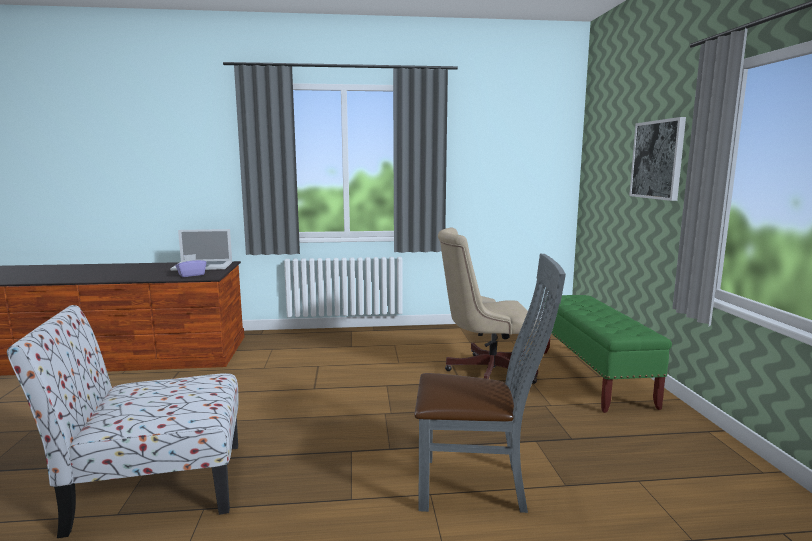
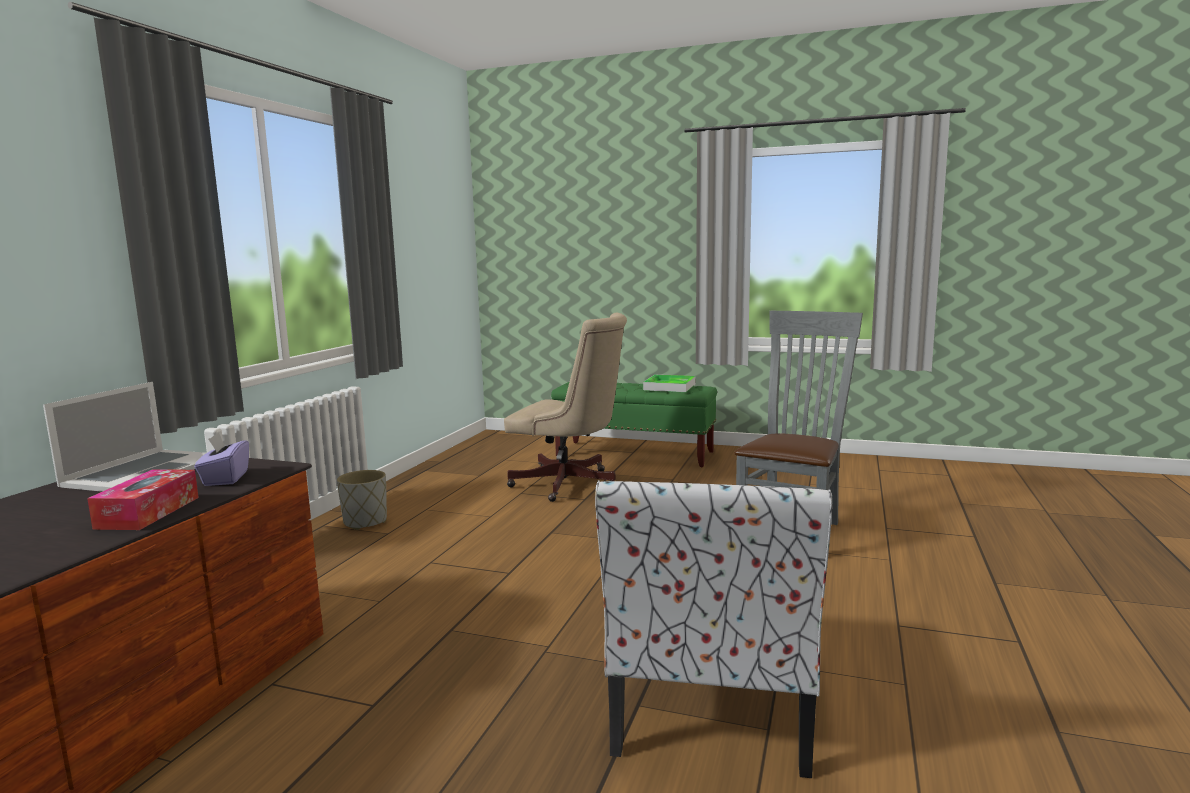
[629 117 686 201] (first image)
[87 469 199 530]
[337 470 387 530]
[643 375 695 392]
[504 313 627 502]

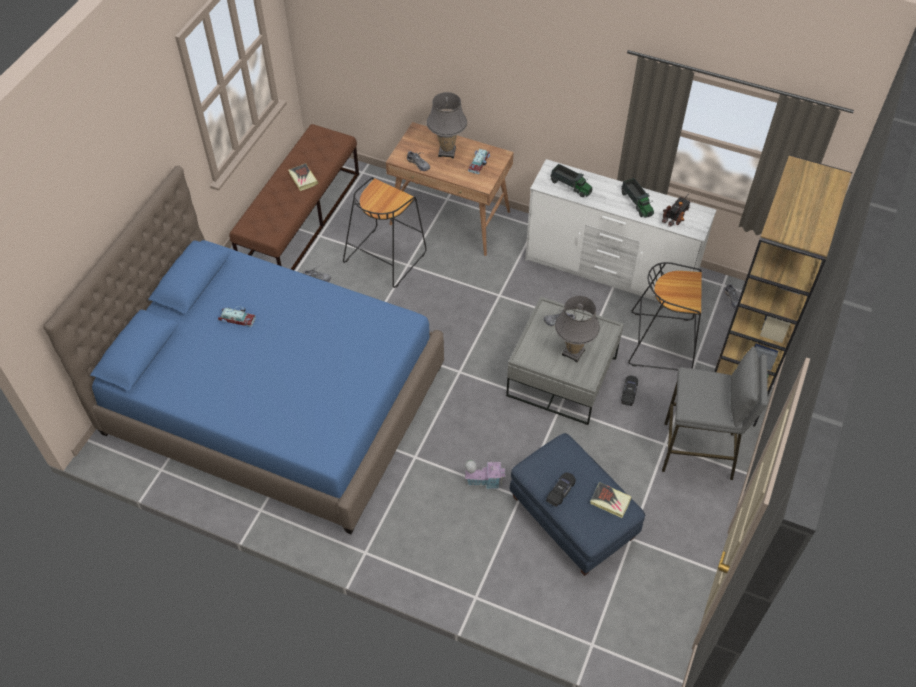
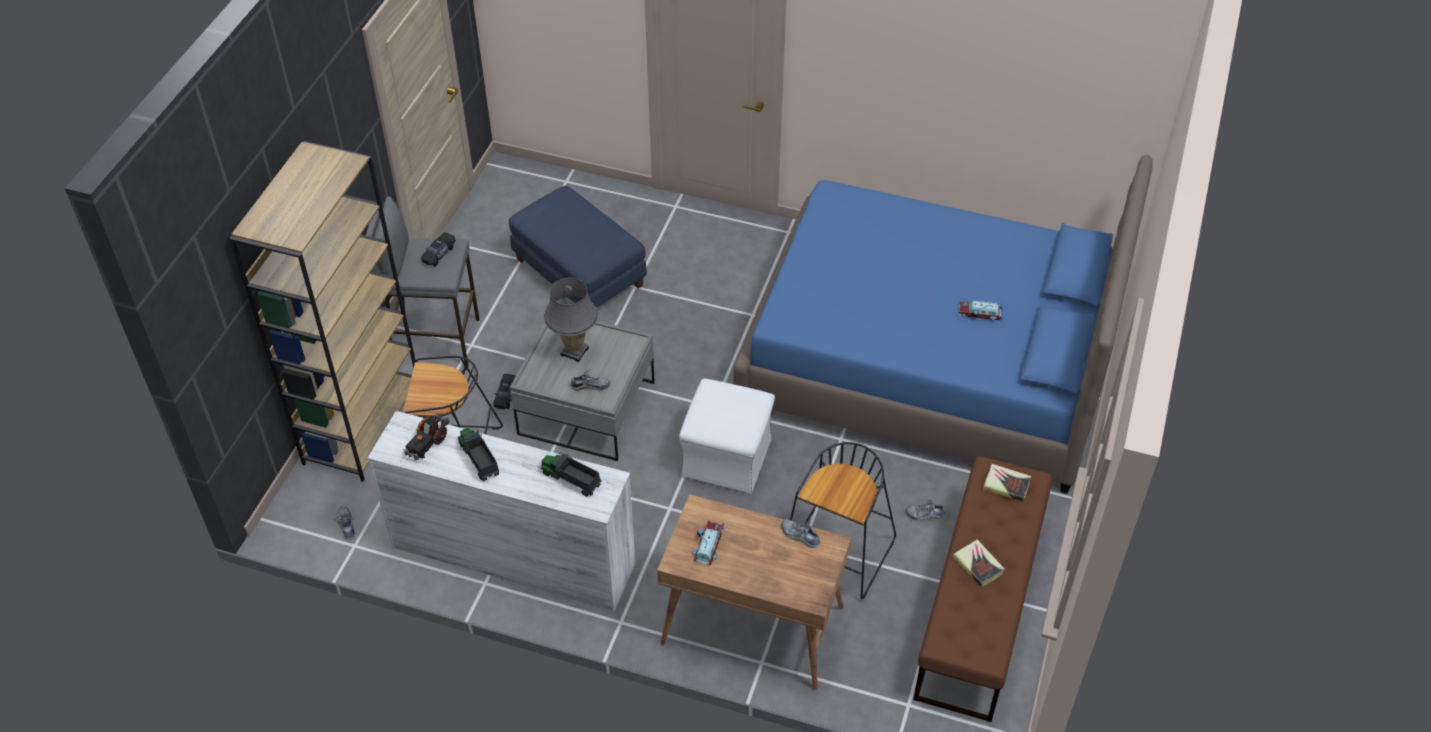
[427 92 467 158] (first image)
[465 460 506 489] (first image)
[679 378 775 494]
[421 232 456 267]
[982 464 1031 502]

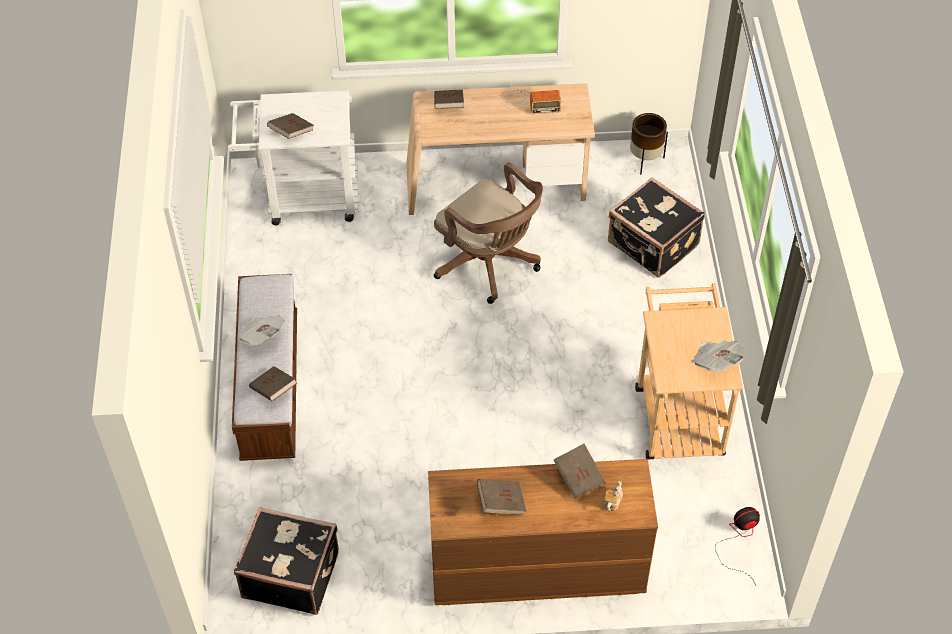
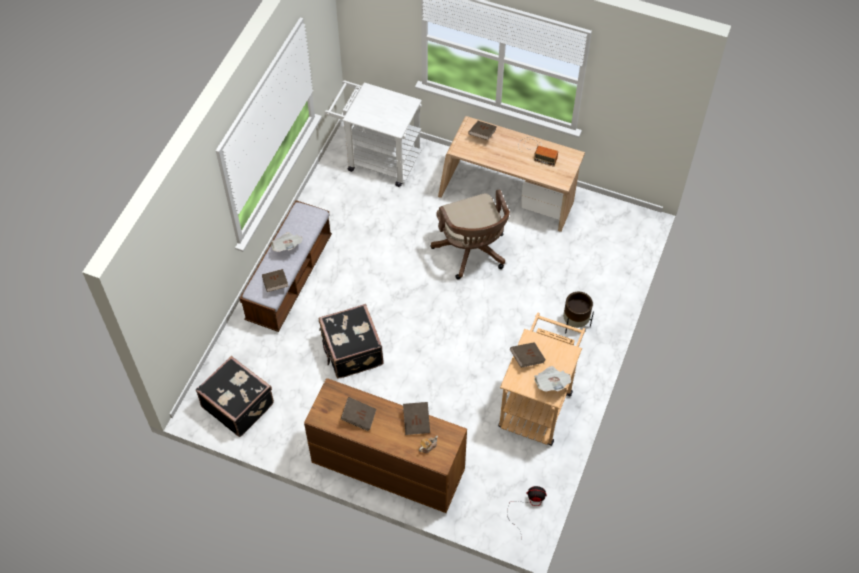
[510 342 546 368]
[319 304 384 378]
[563 292 594 334]

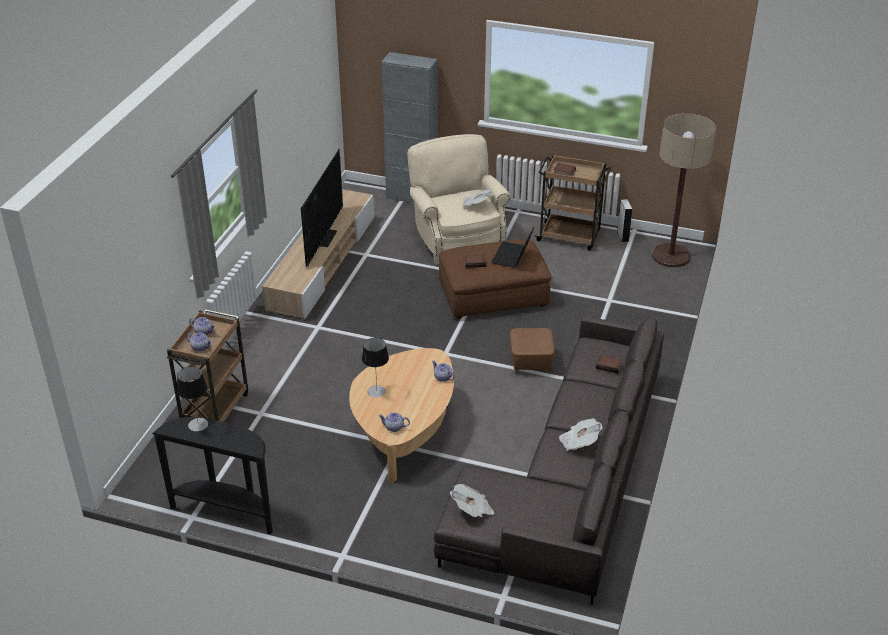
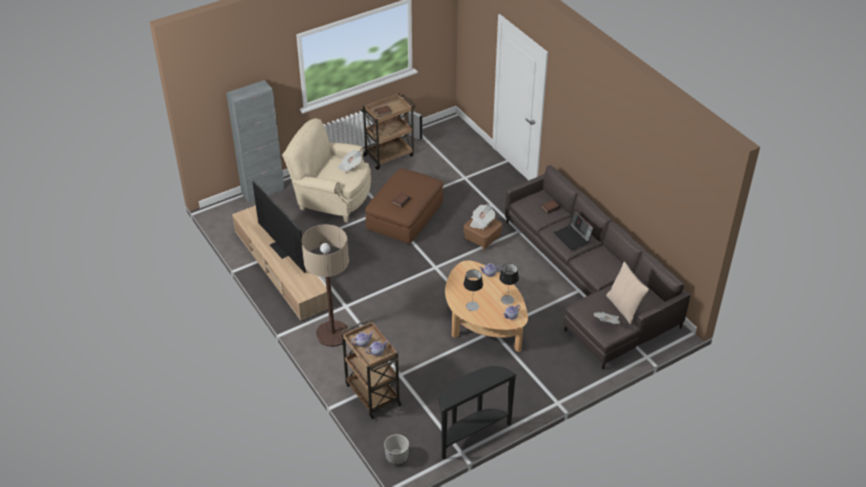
[384 434 409 465]
[606 261 649 324]
[499 263 519 305]
[553 210 594 251]
[470 204 495 229]
[302 224 349 347]

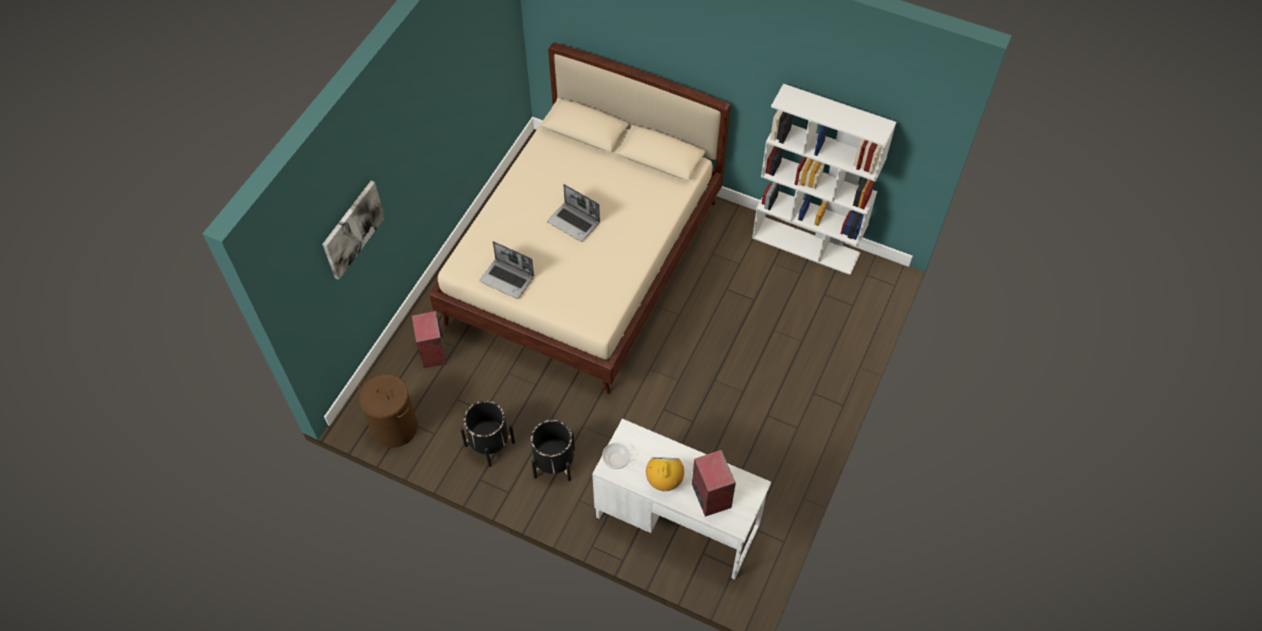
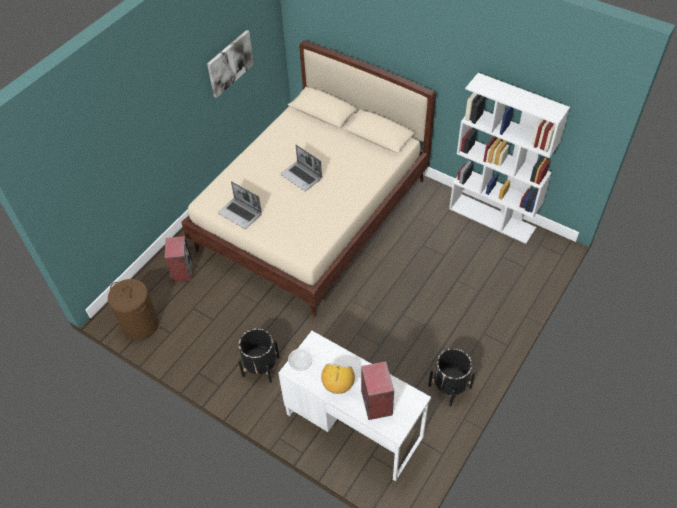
[207 30 254 98]
[428 348 475 406]

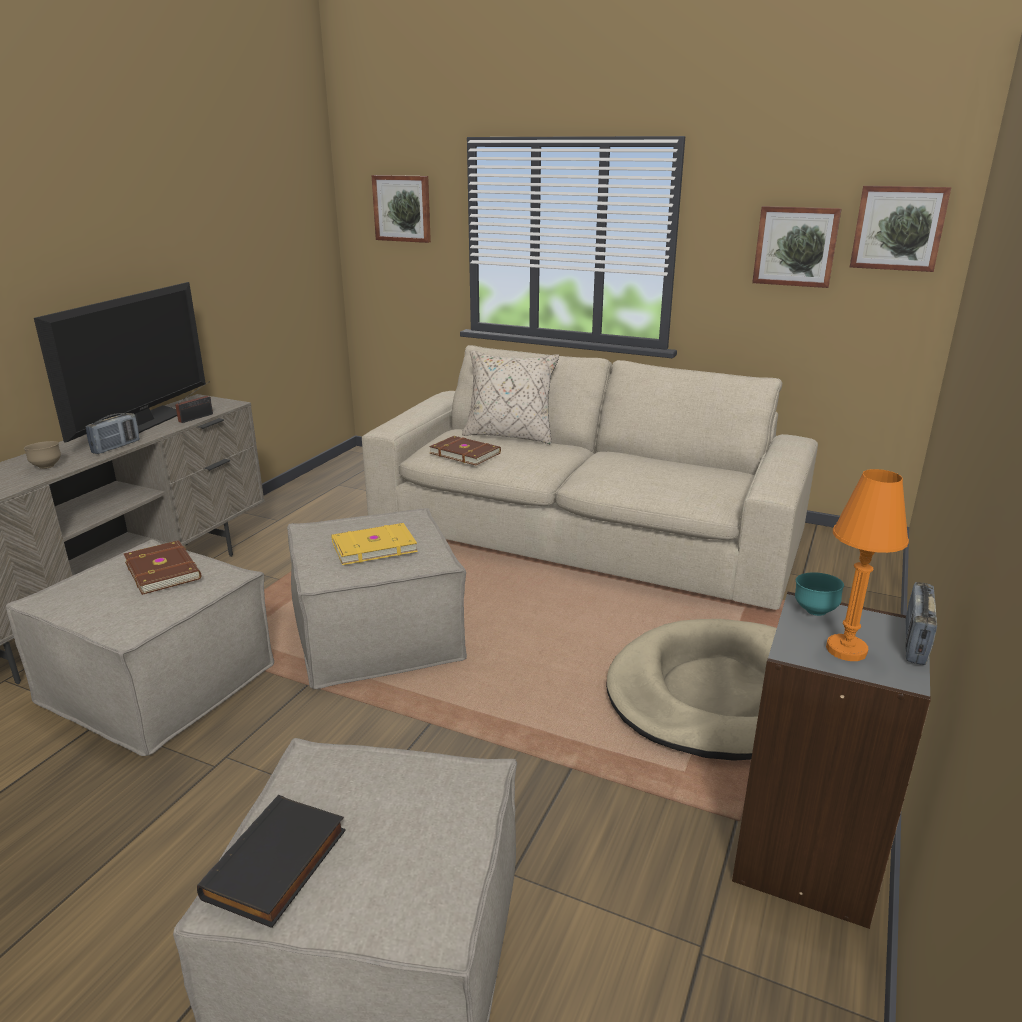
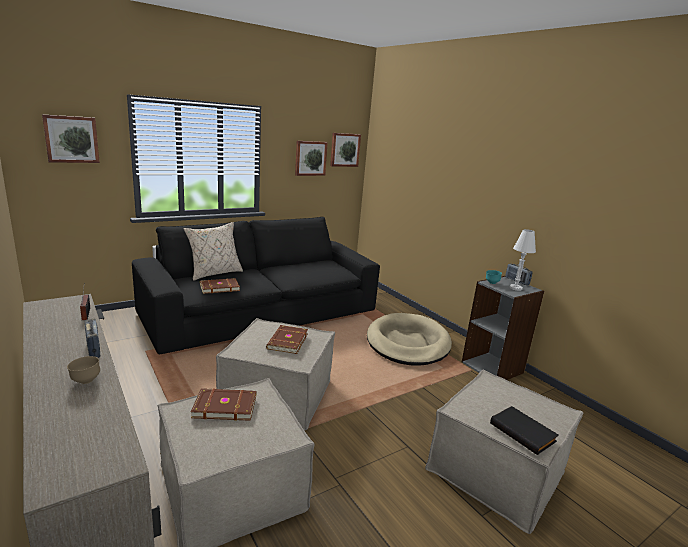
[34 282 206 443] (first image)
[266 325 308 354]
[132 217 380 354]
[509 229 536 291]

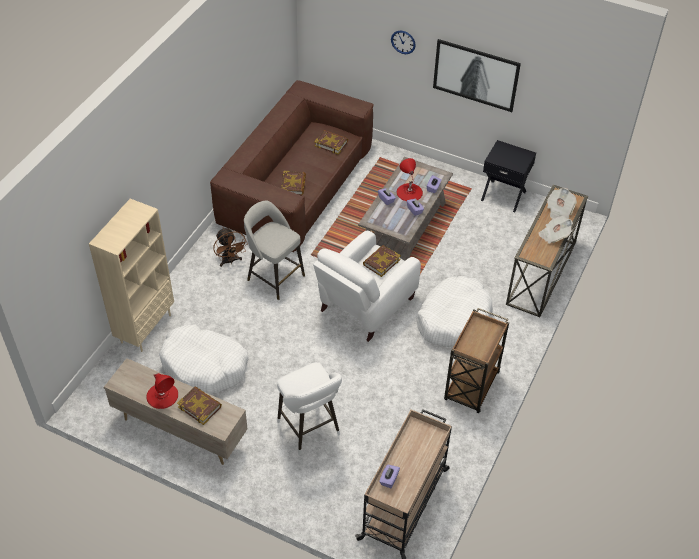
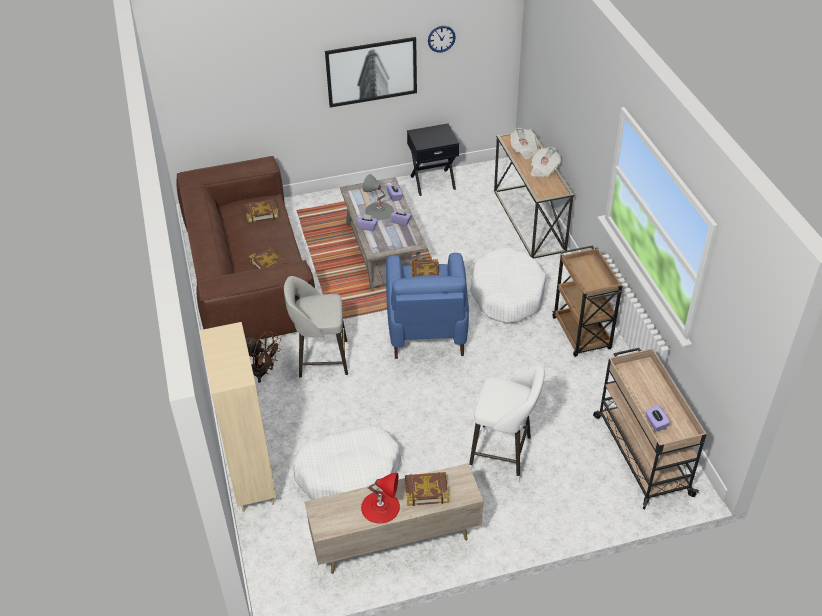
[428 26 456 52]
[386 253 469 359]
[363 174 394 220]

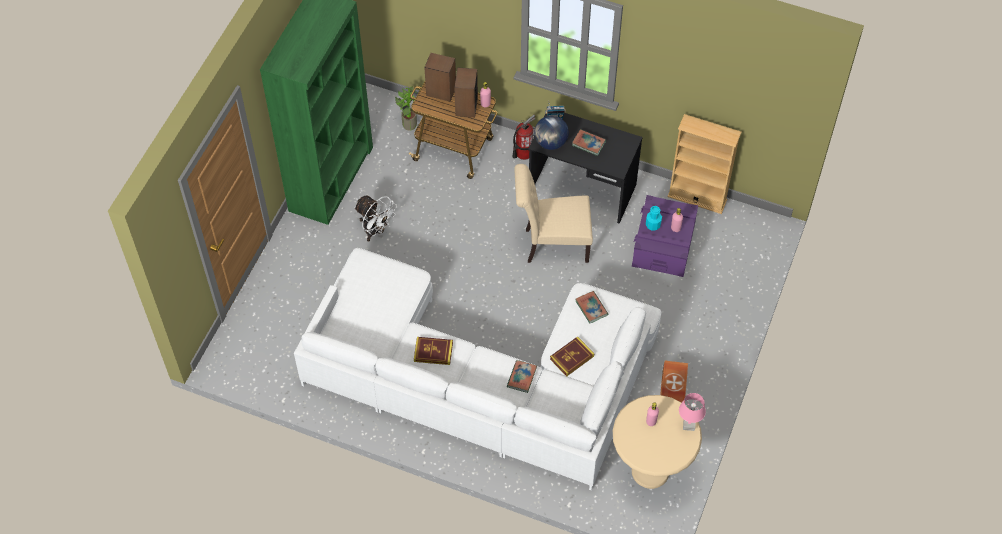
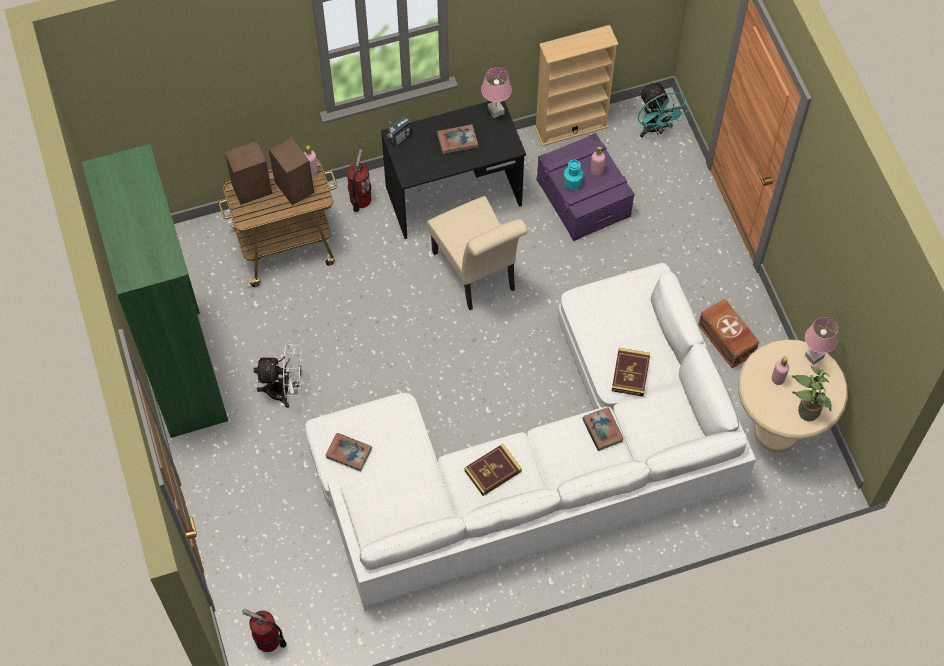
[534 115 569 150] (first image)
[243 609 287 652]
[481 67 512 118]
[638 81 689 138]
[792 366 832 421]
[325 433 372 471]
[427 196 528 310]

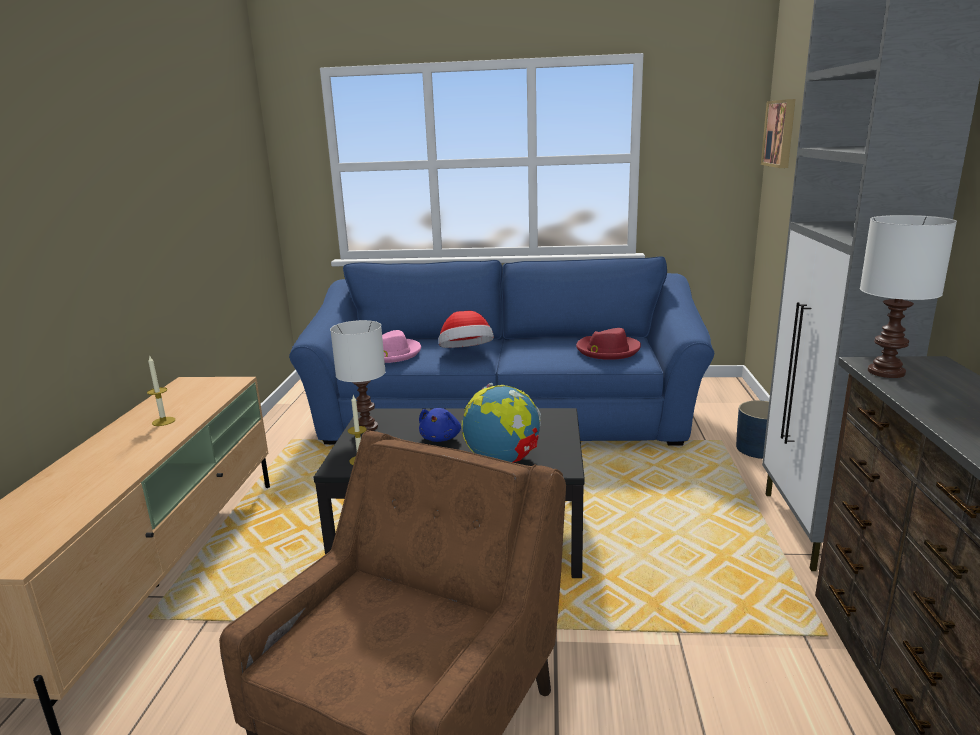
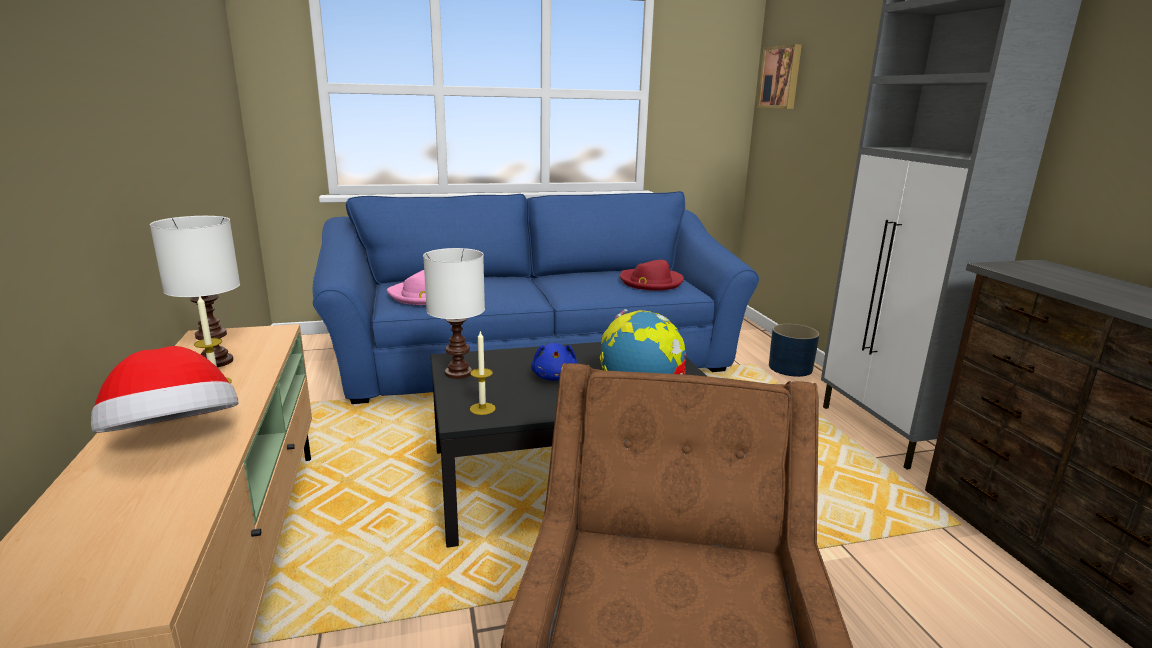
[91 346 239 433]
[150 216 240 367]

